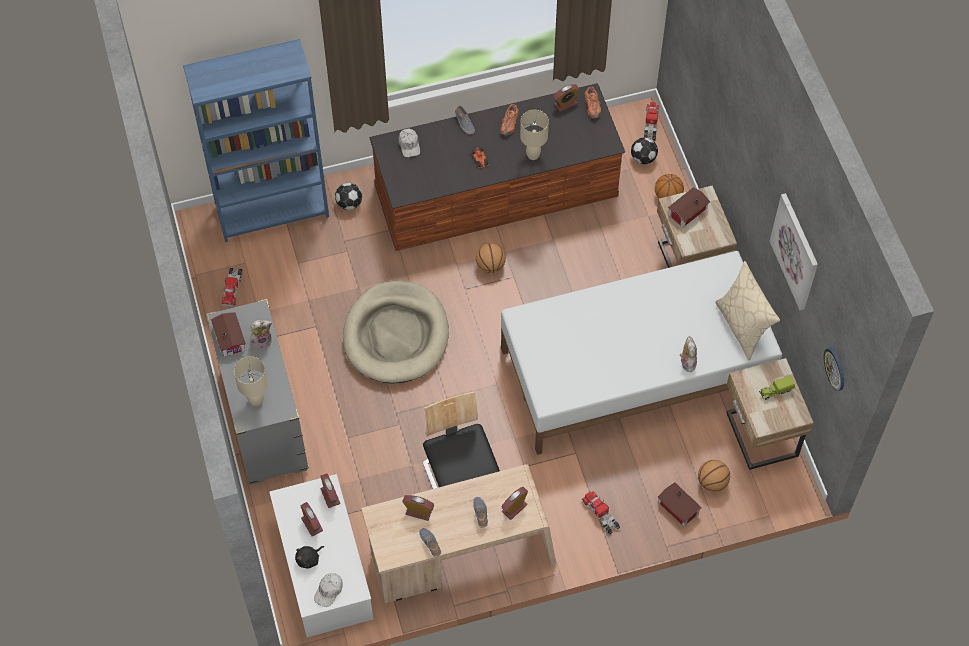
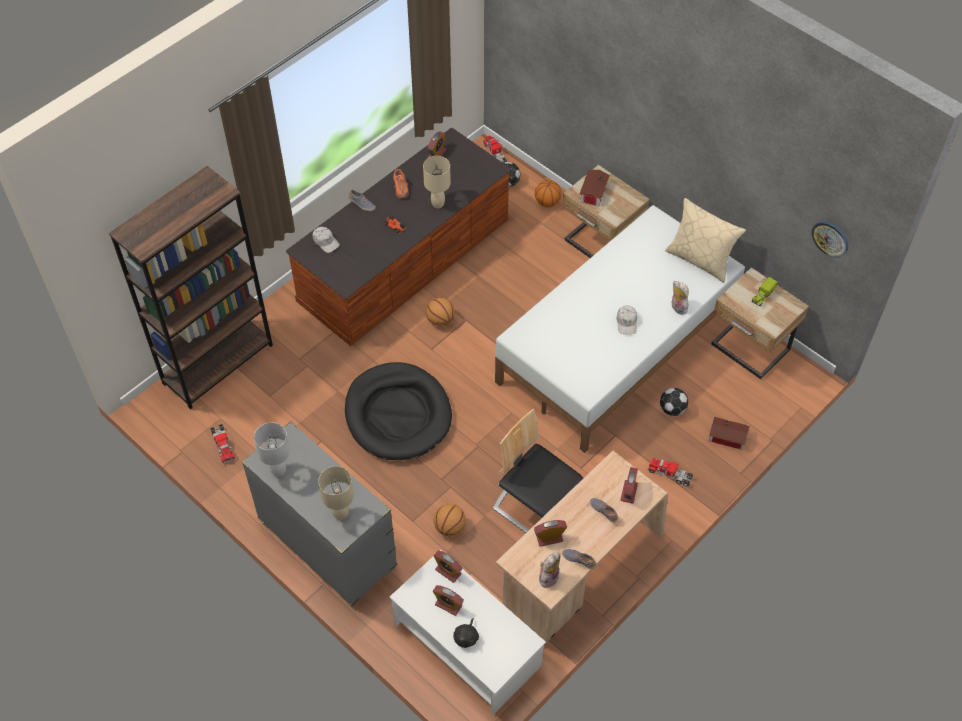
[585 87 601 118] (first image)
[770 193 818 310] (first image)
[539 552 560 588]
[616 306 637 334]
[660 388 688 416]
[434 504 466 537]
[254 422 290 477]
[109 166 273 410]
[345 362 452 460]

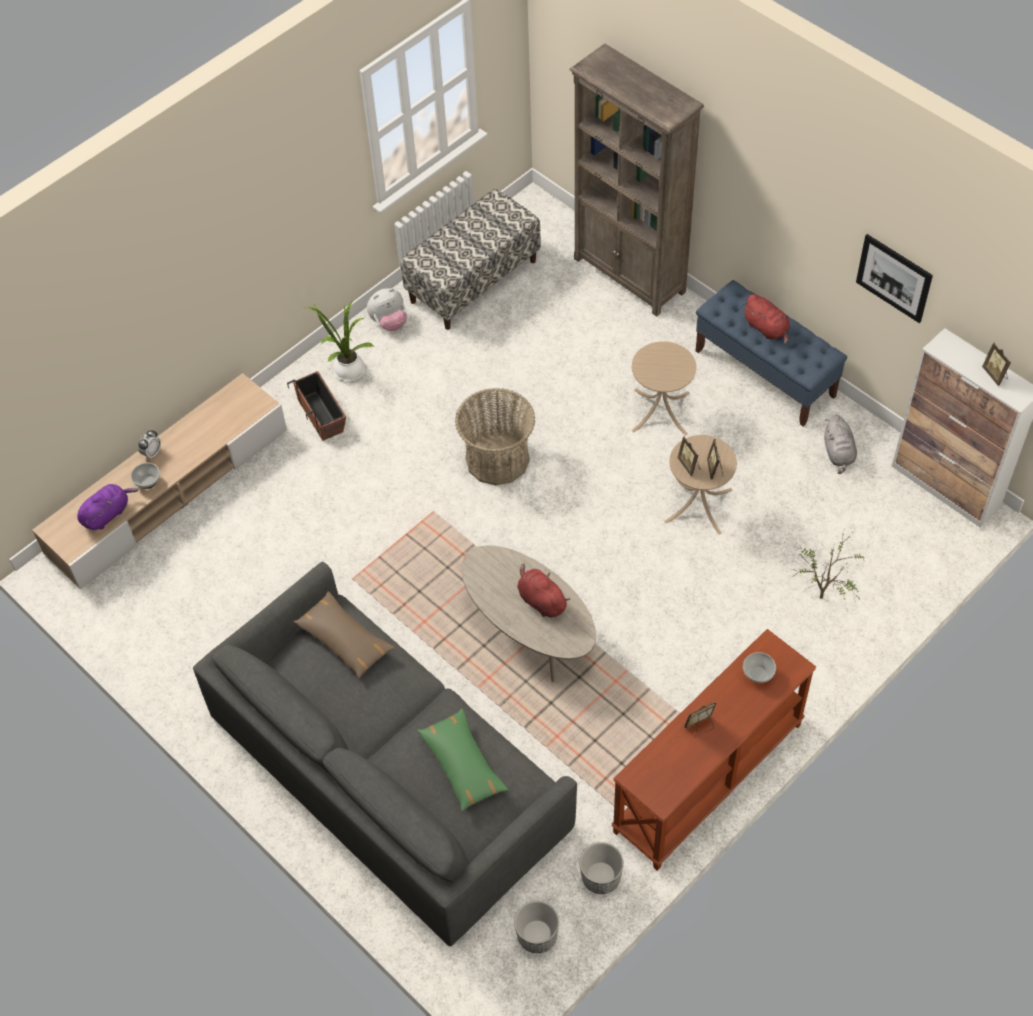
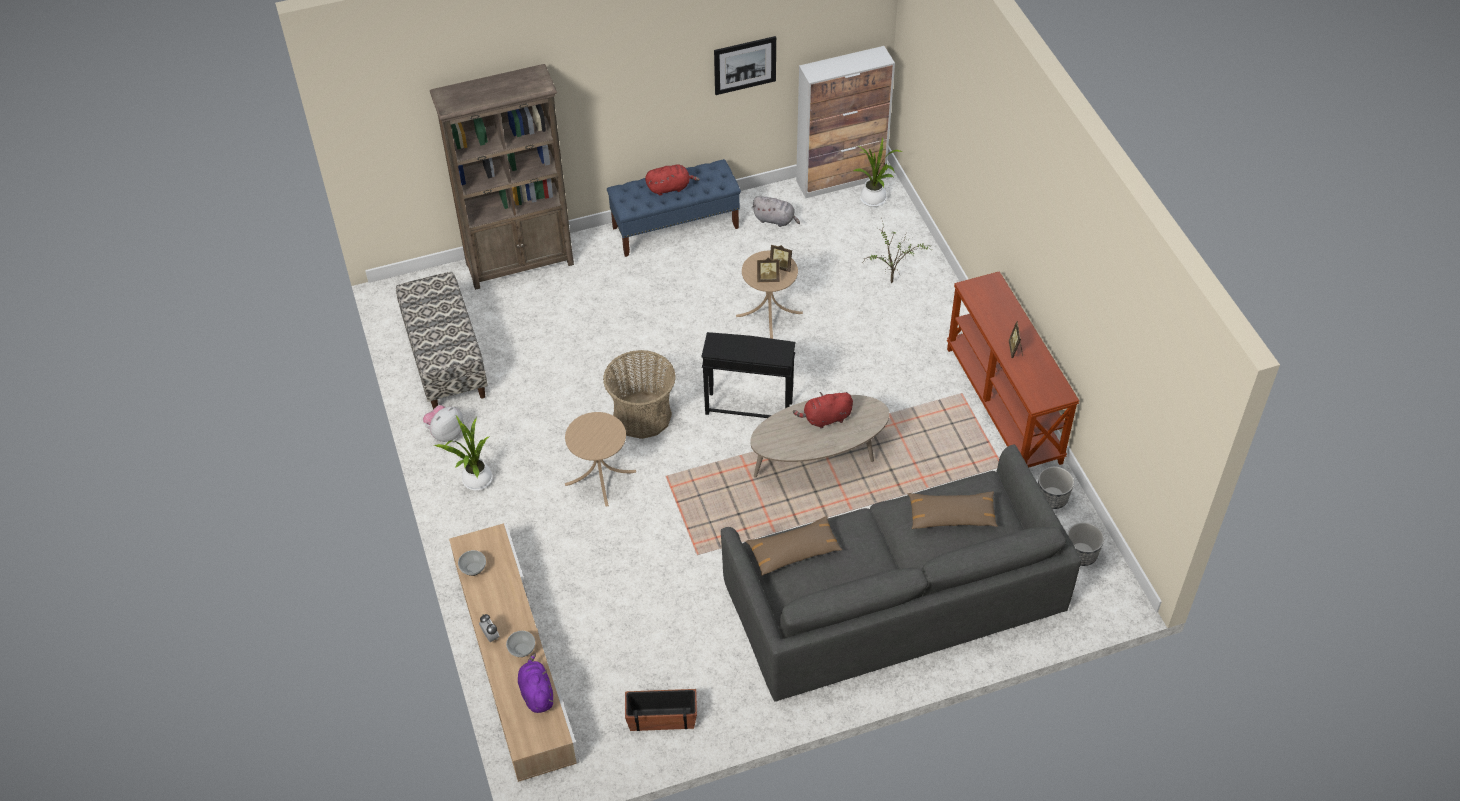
[982 342 1011 386] (first image)
[701 332 796 418]
[854 137 902 207]
[625 689 697 731]
[565 412 636 507]
[458 550 486 576]
[908 491 998 529]
[423 405 464 442]

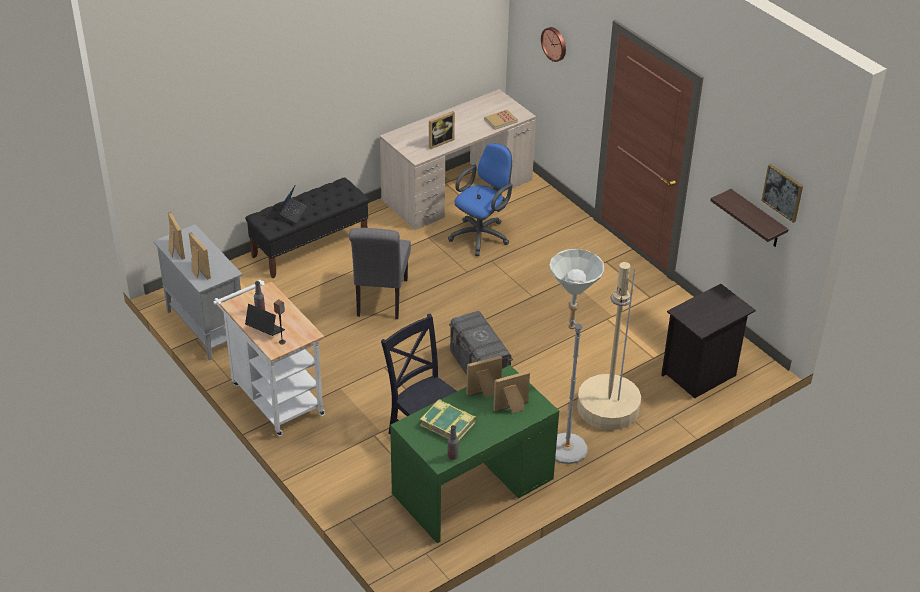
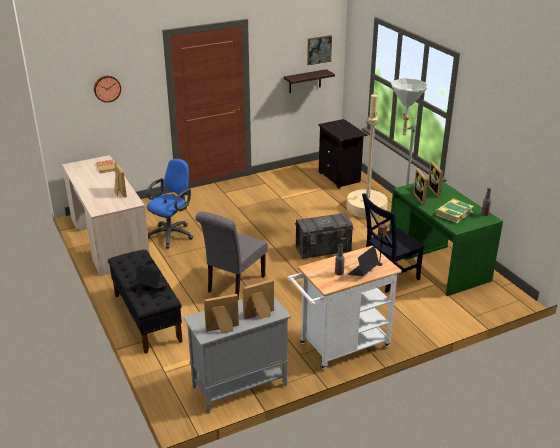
[195 211 268 299]
[147 159 193 249]

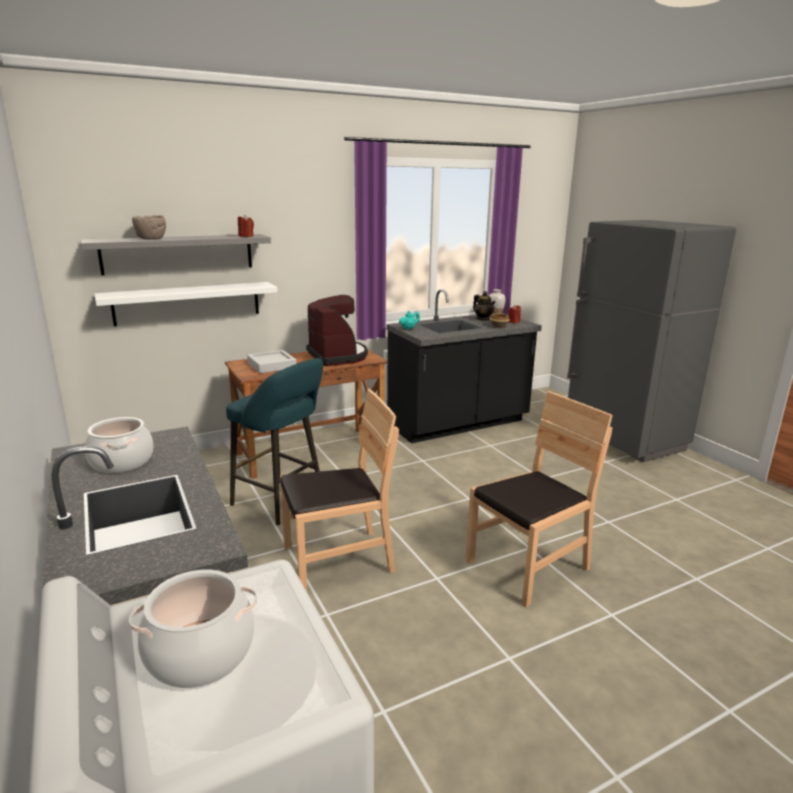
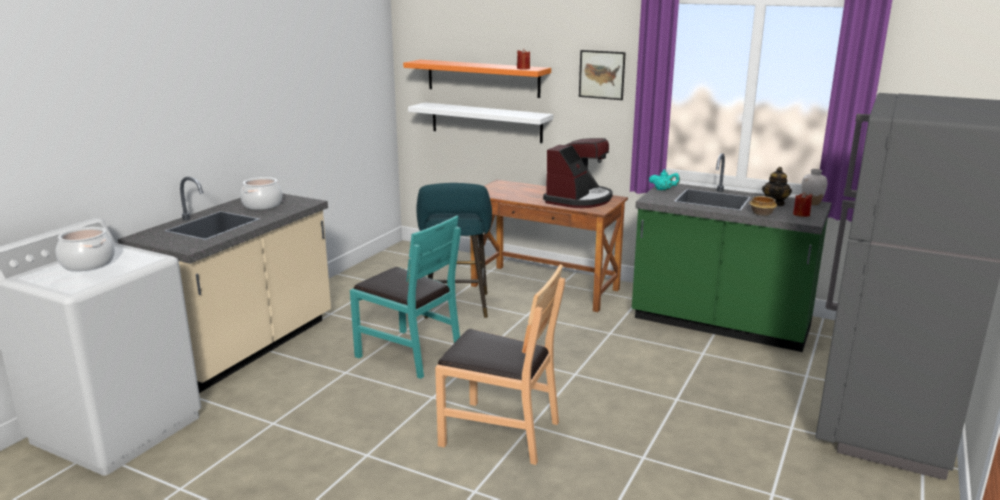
[132 215 166 240] (first image)
[247 350 297 373] (first image)
[579 50 626 100]
[403 60 551 98]
[350 215 461 379]
[632 153 831 352]

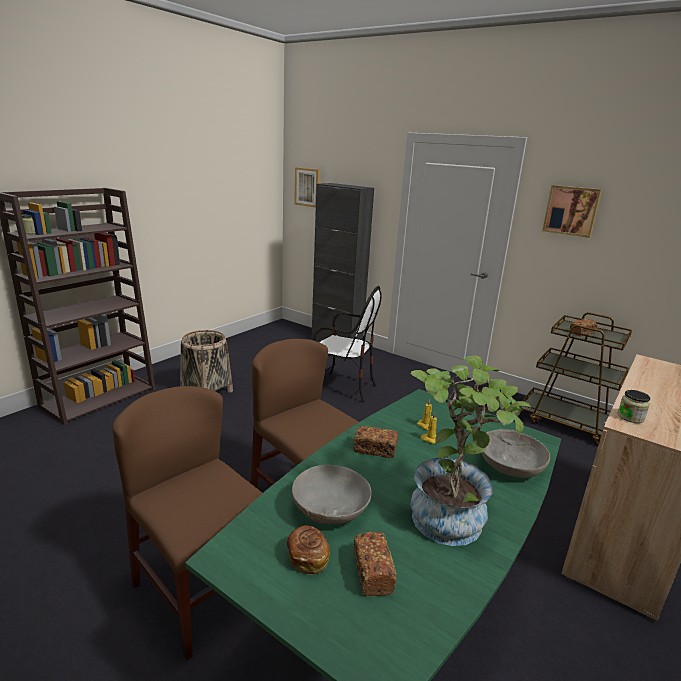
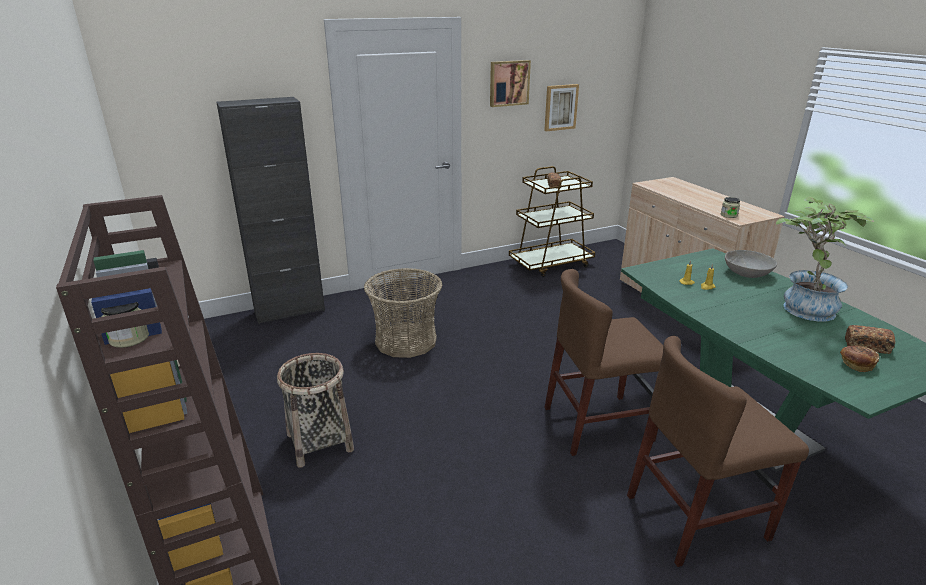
[292 465 372 524] (first image)
[354 426 398 458] (first image)
[544 84 579 131]
[364 268 442 358]

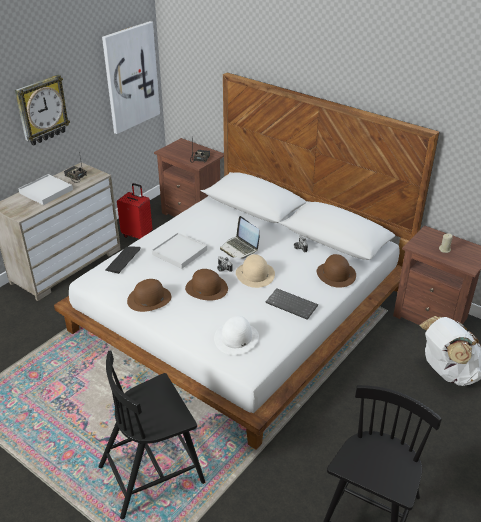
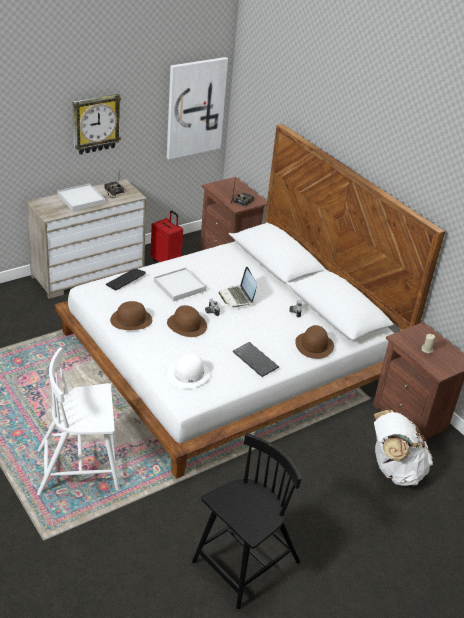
[236 254 275 288] (first image)
[37 347 120 495]

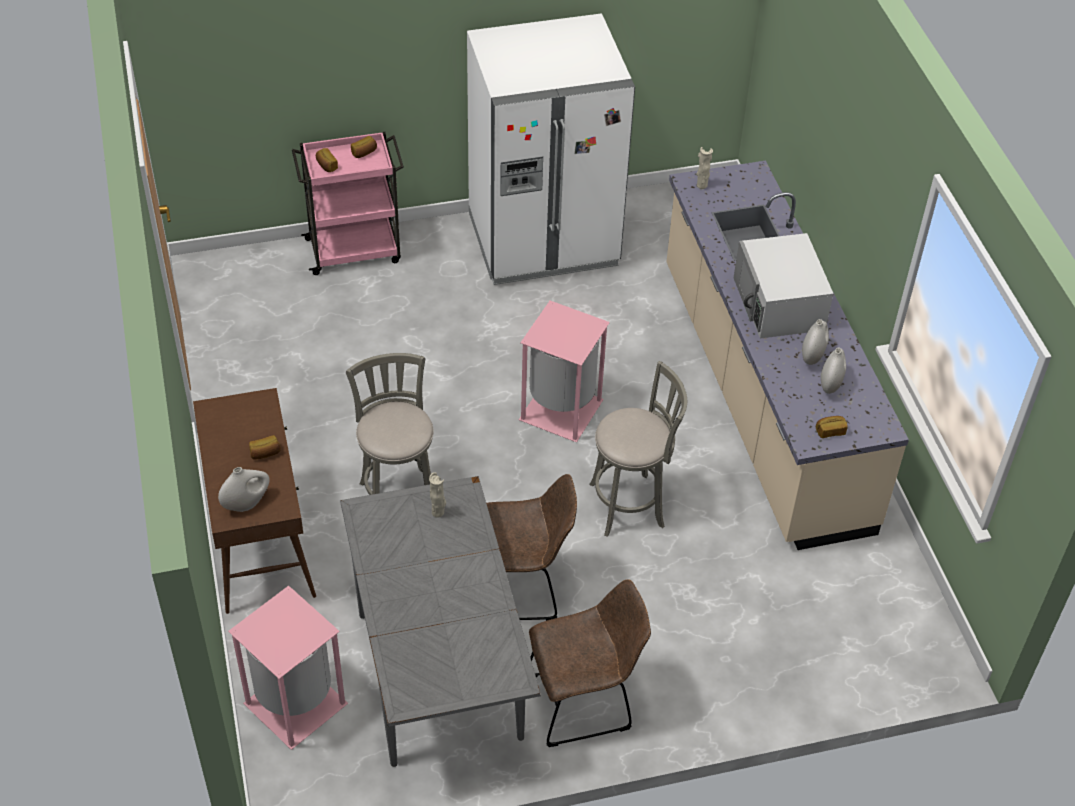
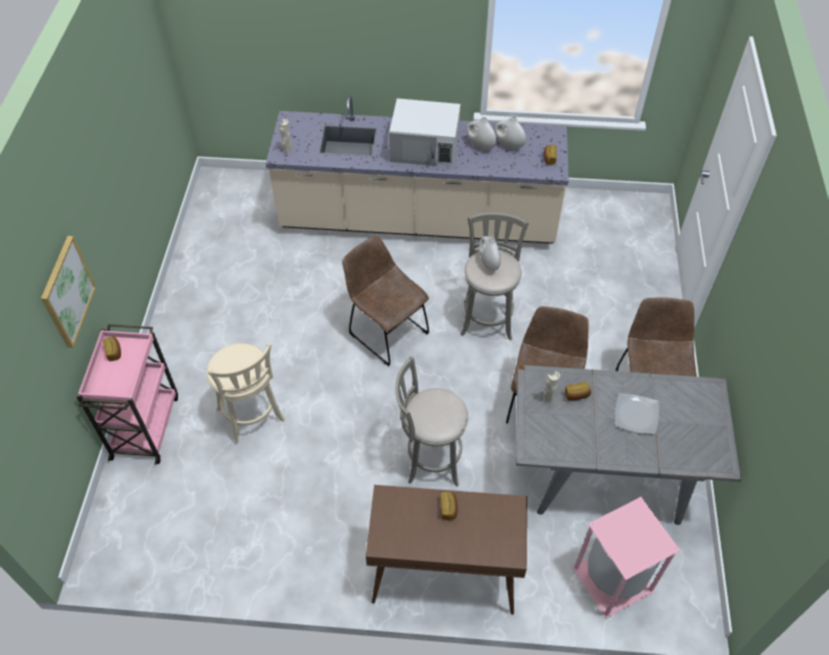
[467 13 635 285] (first image)
[41 236 96 348]
[207 343 285 445]
[614 393 659 434]
[479 236 501 271]
[565 382 591 400]
[342 236 429 366]

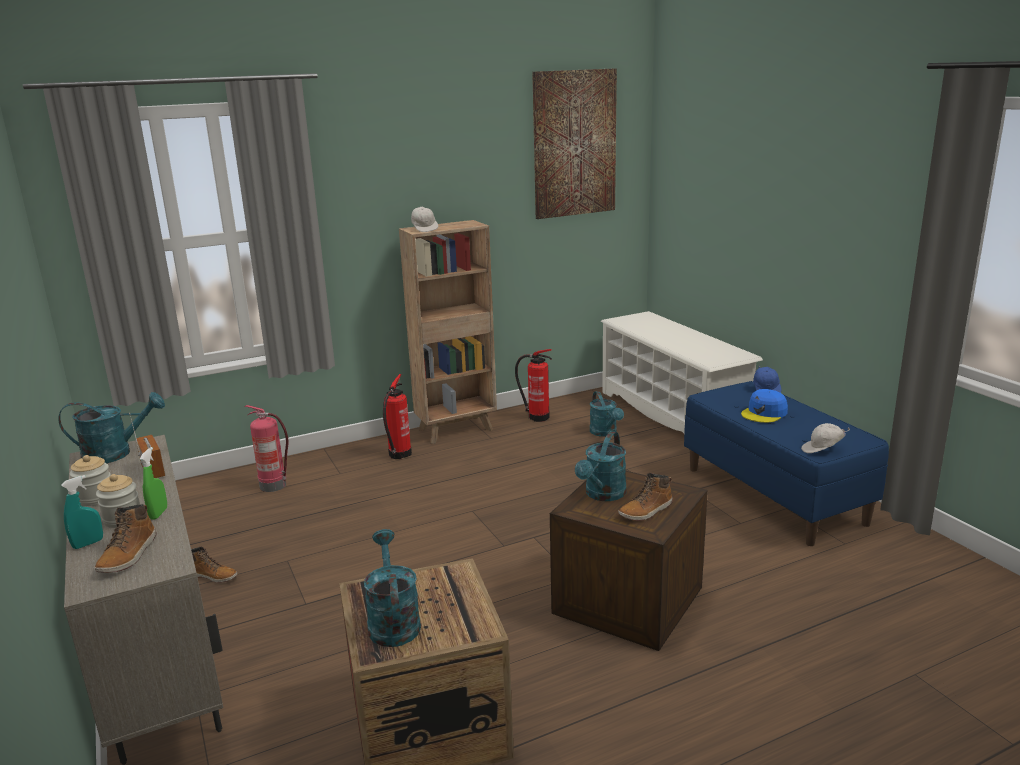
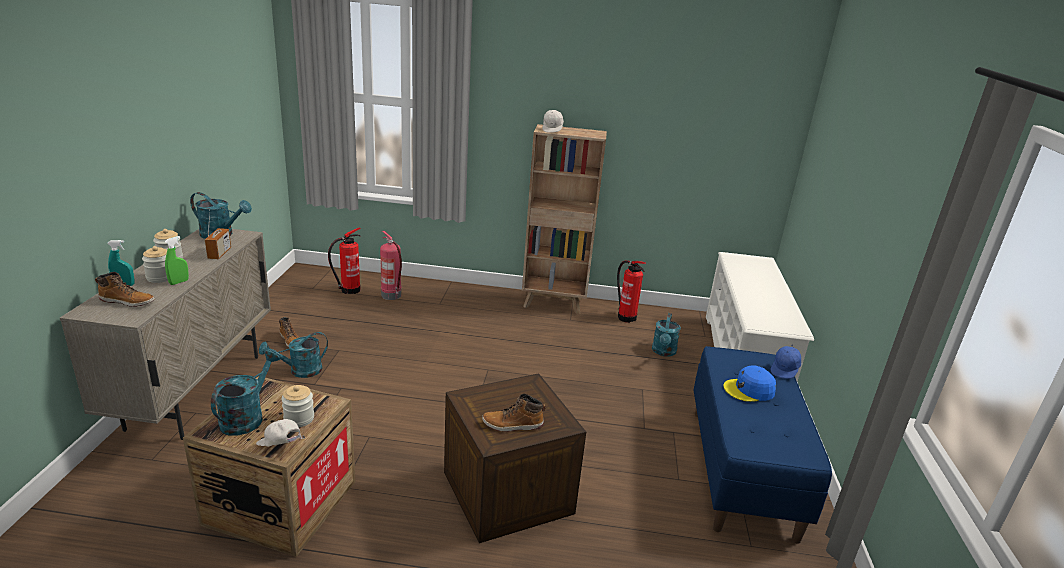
[532 68 617 219] (first image)
[281 385 314 427]
[328 227 361 294]
[259 332 328 378]
[256 419 306 446]
[95 272 155 307]

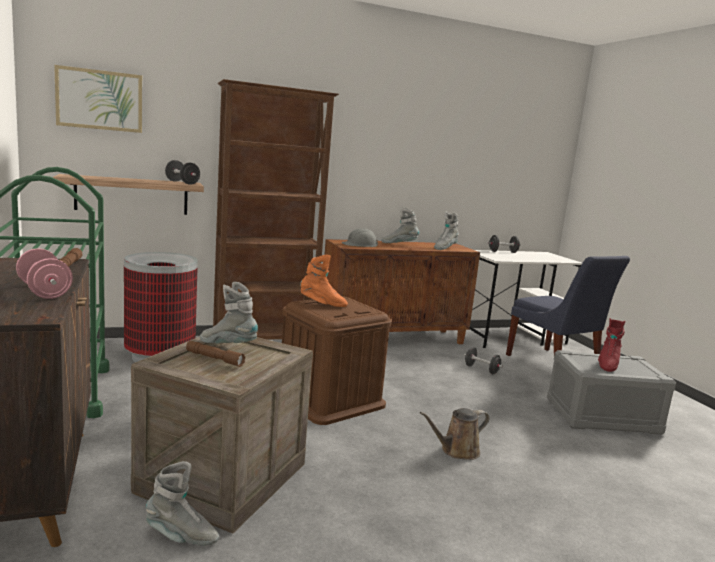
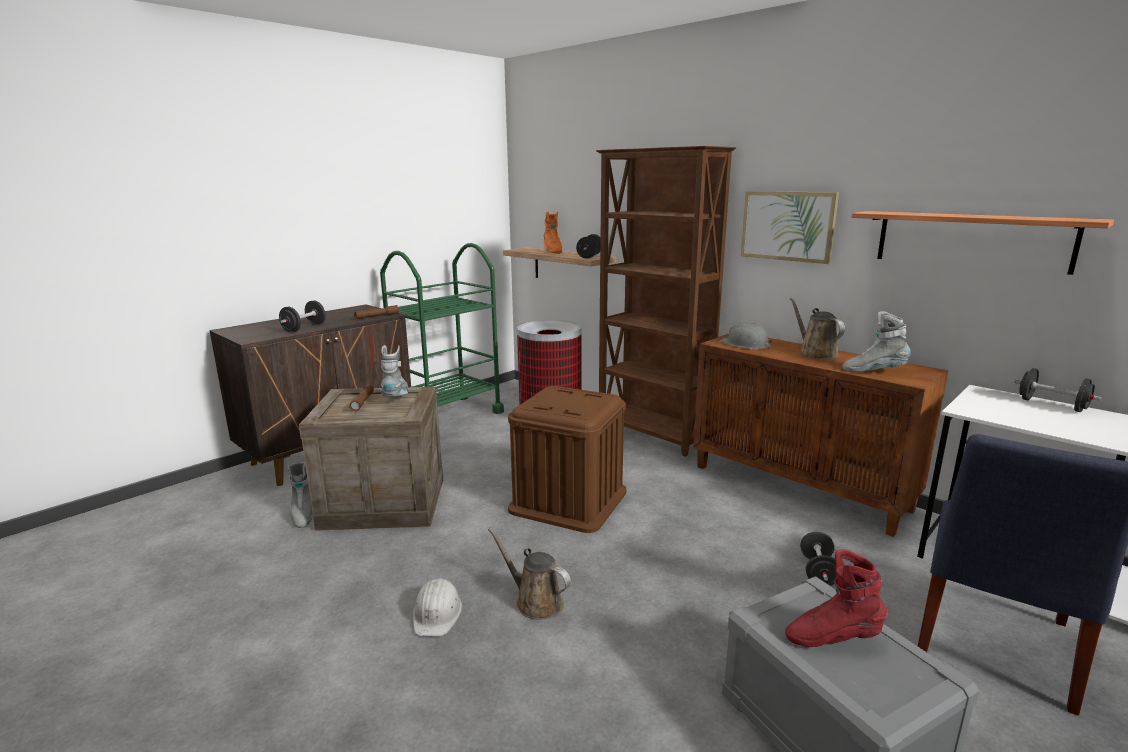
[413 578 462 637]
[851 211 1114 275]
[741 191 839 264]
[543 211 563 254]
[790 297 845 359]
[279 300 326 333]

